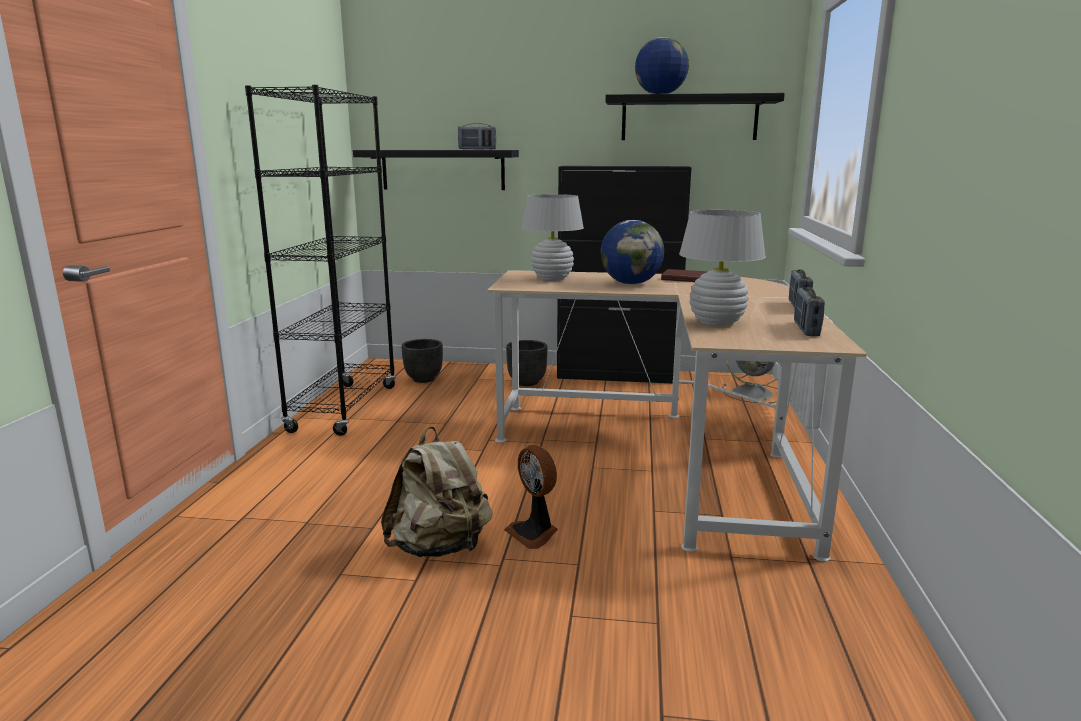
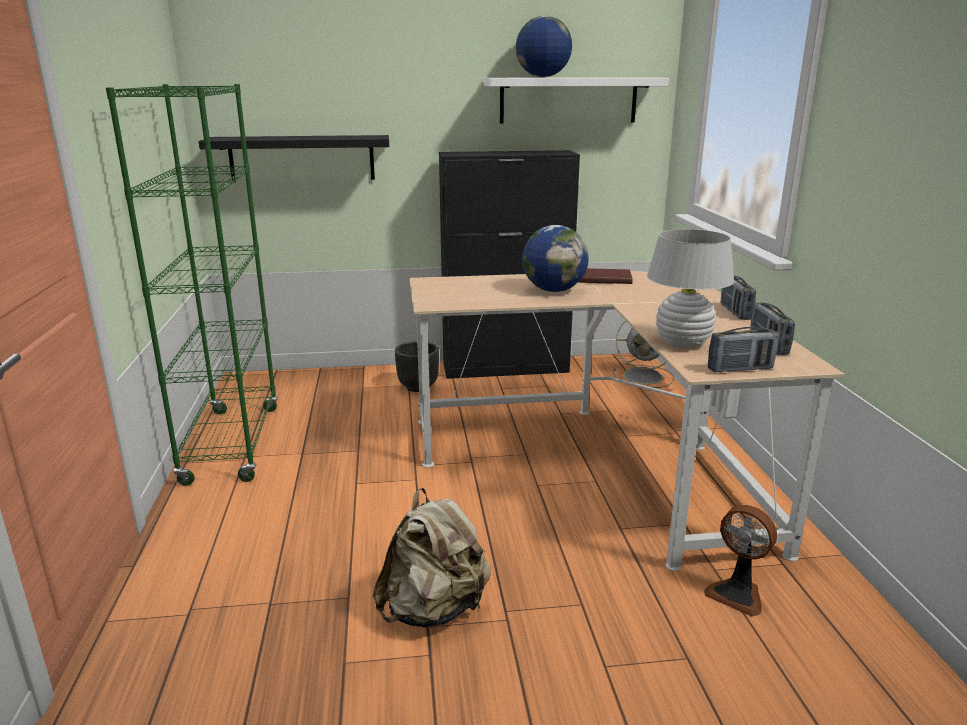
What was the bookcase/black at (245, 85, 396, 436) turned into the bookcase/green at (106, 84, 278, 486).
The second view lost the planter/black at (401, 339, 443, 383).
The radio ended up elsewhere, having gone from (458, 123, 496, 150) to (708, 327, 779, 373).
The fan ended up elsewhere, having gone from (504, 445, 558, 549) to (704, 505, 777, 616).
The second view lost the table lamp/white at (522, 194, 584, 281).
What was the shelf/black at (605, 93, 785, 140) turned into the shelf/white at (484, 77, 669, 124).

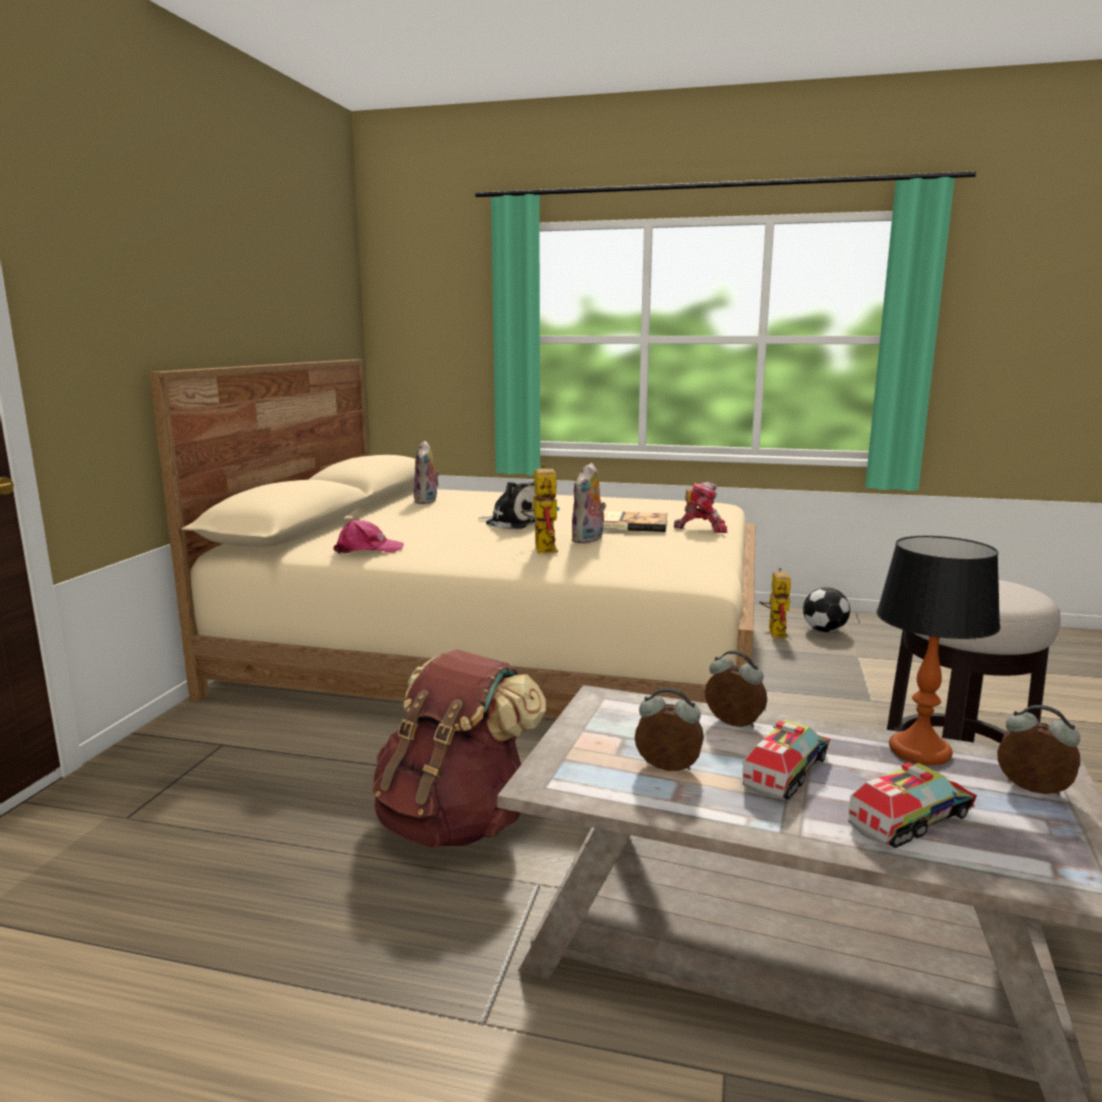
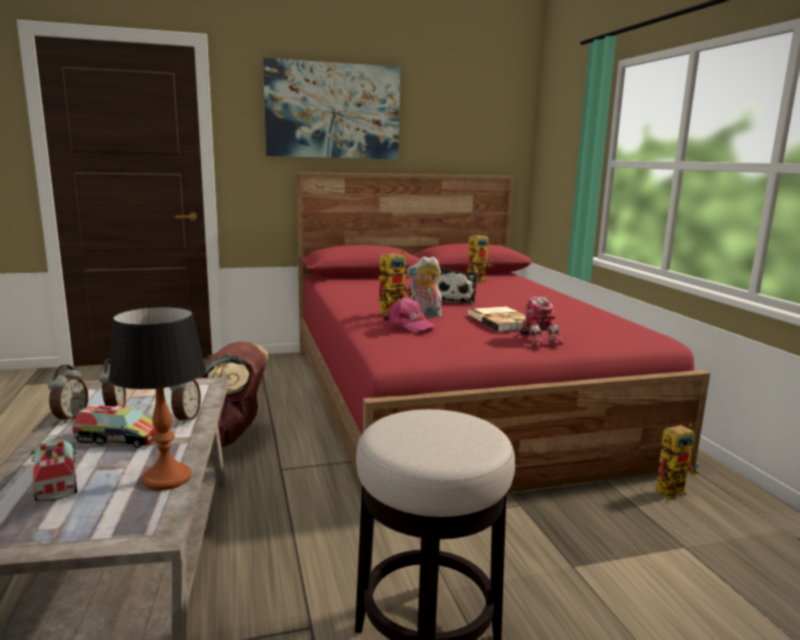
What was the bed/beige at (149, 359, 756, 718) turned into the bed/red at (296, 172, 710, 493).
The cap/pink ended up elsewhere, having gone from (333, 520, 404, 554) to (383, 297, 436, 332).
Where the plush toy stood at (413, 441, 440, 504), the toy robot came to stand at (467, 233, 493, 283).
The second view lost the football at (803, 587, 850, 632).
The toy truck at (848, 762, 977, 848) ended up facing another way, 150 degrees counterclockwise from before.
The alarm clock ended up elsewhere, having gone from (997, 705, 1080, 795) to (48, 365, 88, 424).
The second view gained the picture at (263, 58, 400, 159).

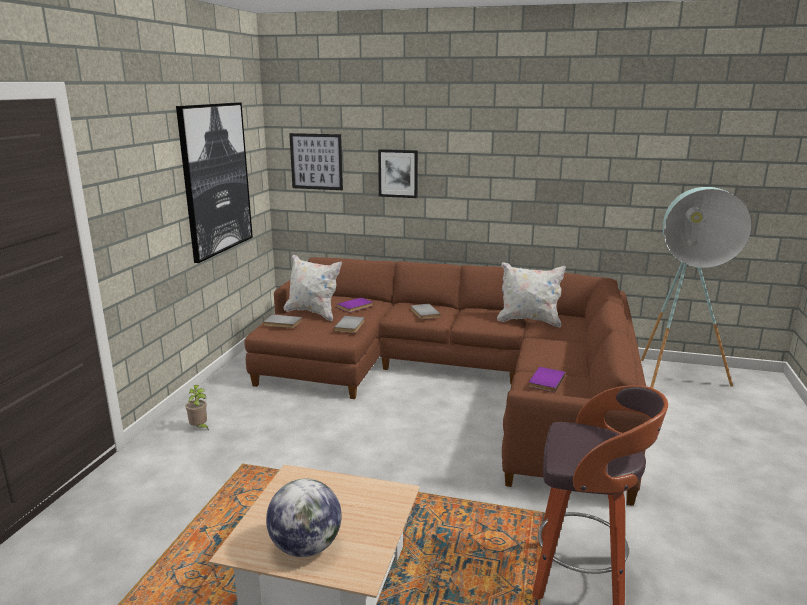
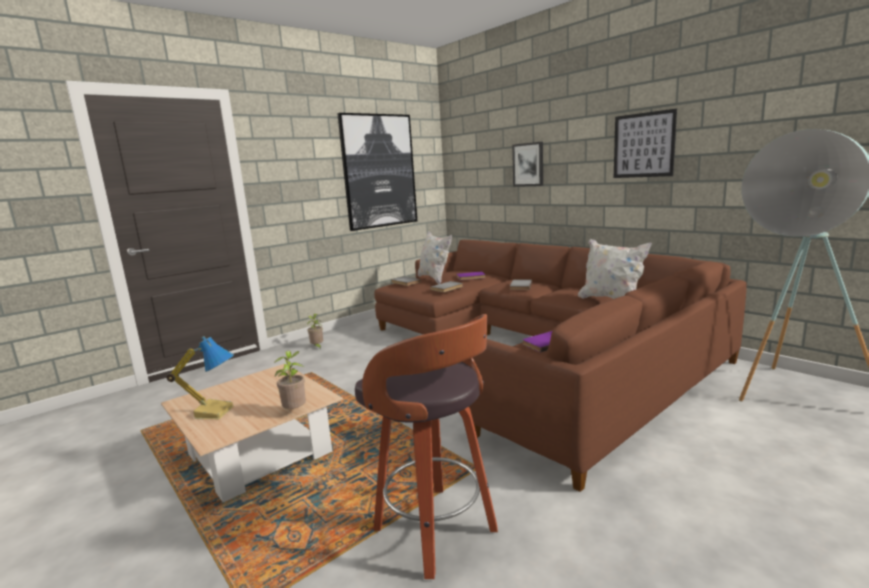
Where the globe stood at (266, 479, 342, 557), the table lamp came to stand at (166, 336, 234, 419).
The picture ended up elsewhere, having gone from (289, 133, 343, 190) to (614, 109, 677, 178).
The second view gained the potted plant at (274, 351, 306, 409).

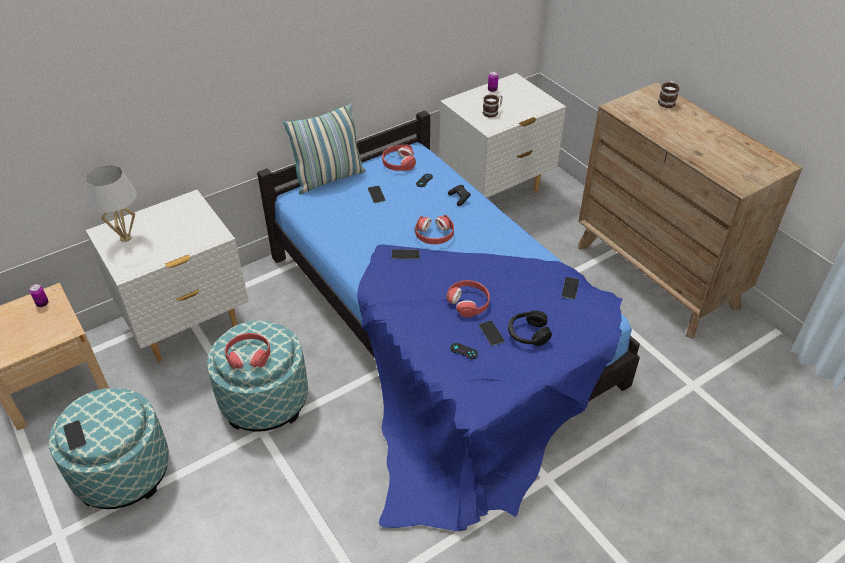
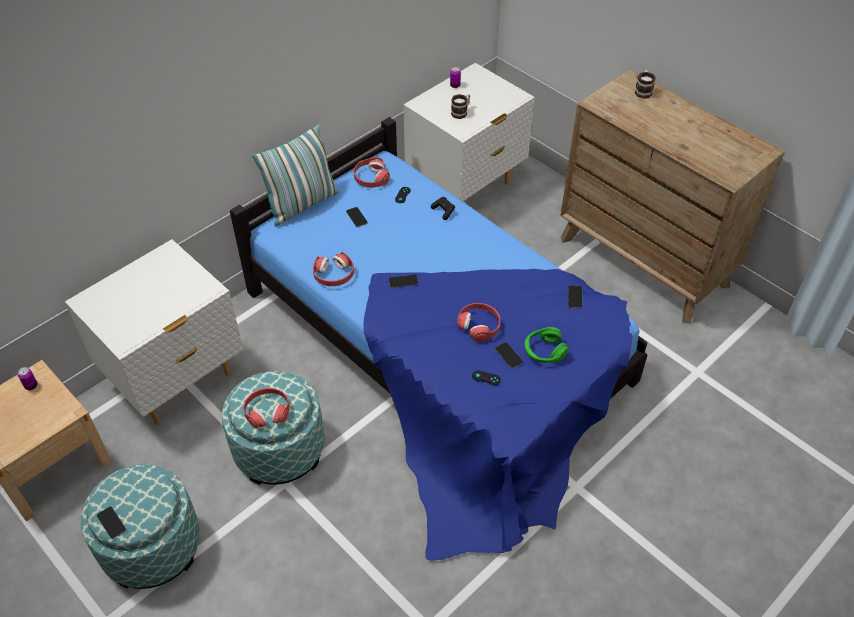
The second view lost the table lamp/white at (86, 165, 137, 242).
The headphones/red ended up elsewhere, having gone from (415, 215, 454, 244) to (313, 252, 354, 286).
What was the headphones/black at (508, 310, 552, 346) turned into the headphones/green at (524, 327, 569, 363).

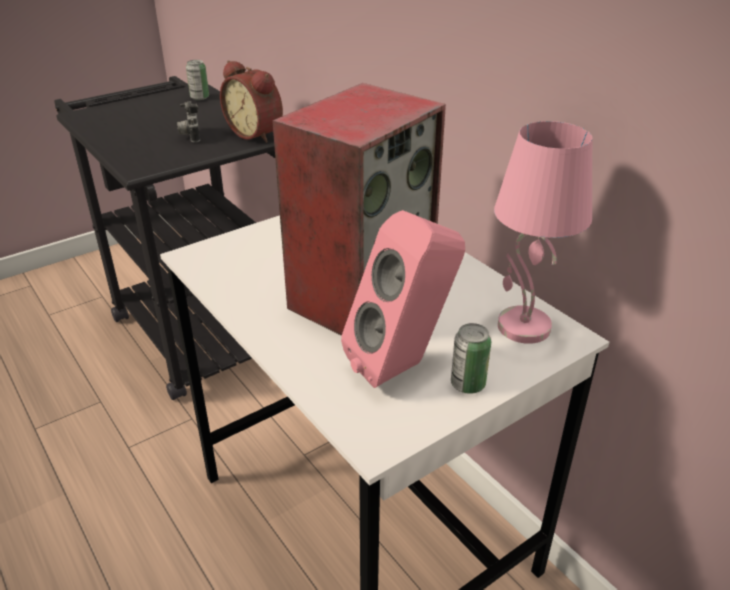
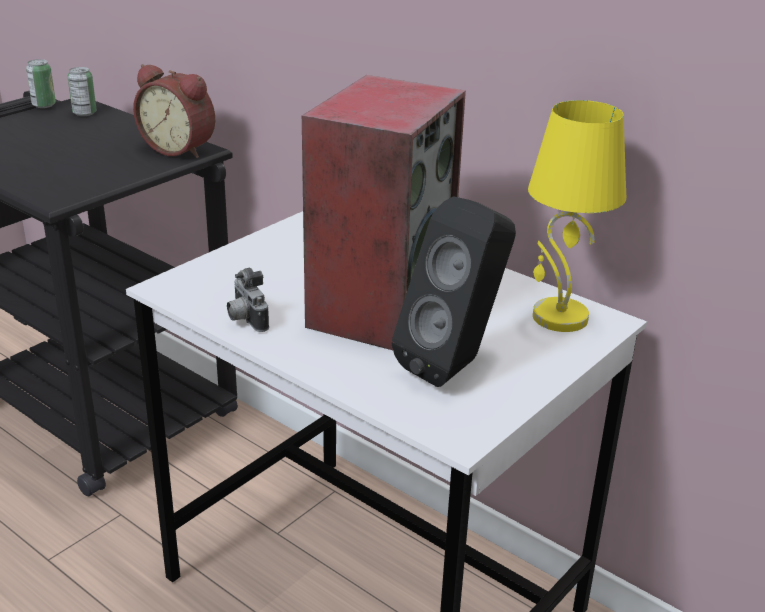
The photo camera ended up elsewhere, having gone from (177, 101, 200, 143) to (227, 268, 269, 332).
What was the speaker/pink at (341, 210, 465, 388) turned into the speaker/black at (392, 196, 516, 387).
The can ended up elsewhere, having gone from (451, 323, 491, 394) to (26, 59, 56, 108).
What was the table lamp/pink at (494, 121, 592, 344) turned into the table lamp/yellow at (528, 100, 626, 332).

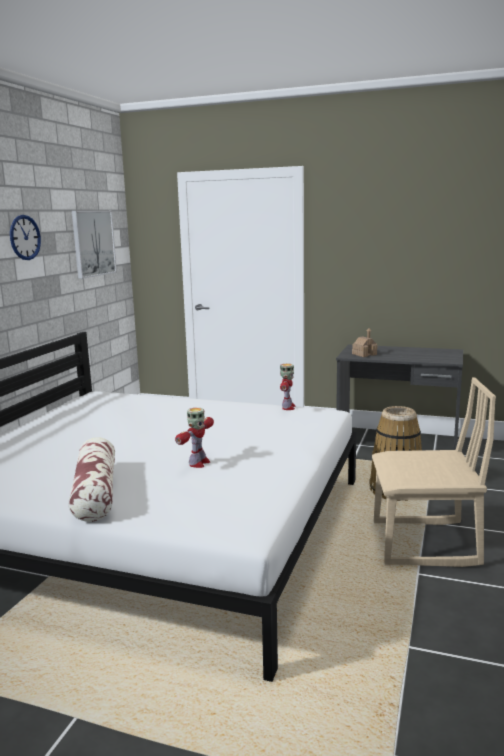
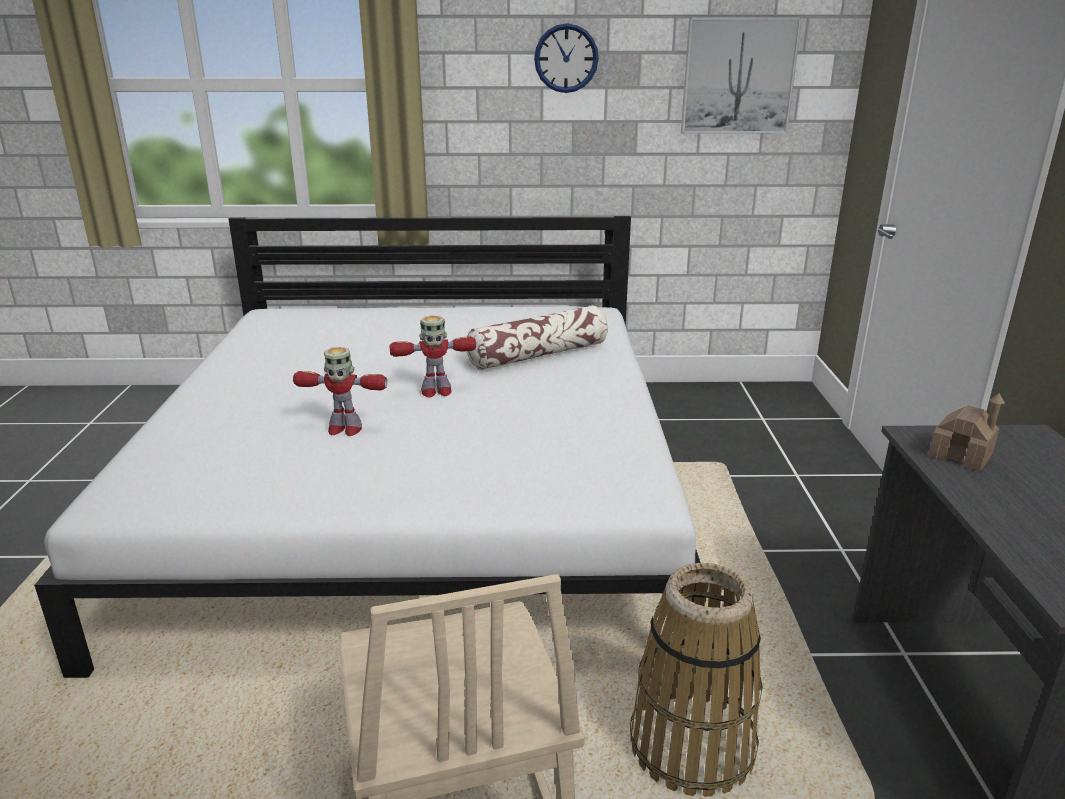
The pillow ended up elsewhere, having gone from (68, 437, 115, 522) to (467, 305, 608, 370).
The toy robot ended up elsewhere, having gone from (280, 363, 296, 410) to (389, 316, 476, 398).

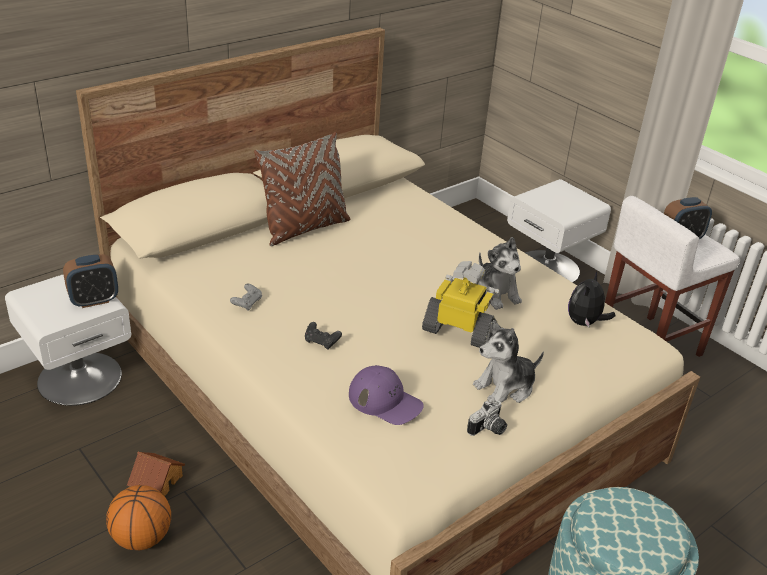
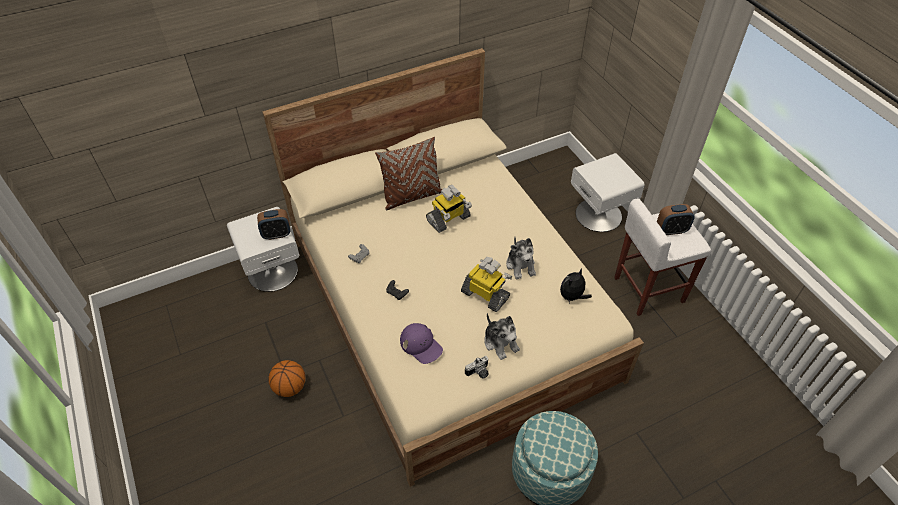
The second view lost the toy house at (127, 452, 185, 497).
The plush toy at (473, 320, 544, 403) ended up facing another way, 105 degrees counterclockwise from before.
The second view gained the toy robot at (426, 185, 472, 233).

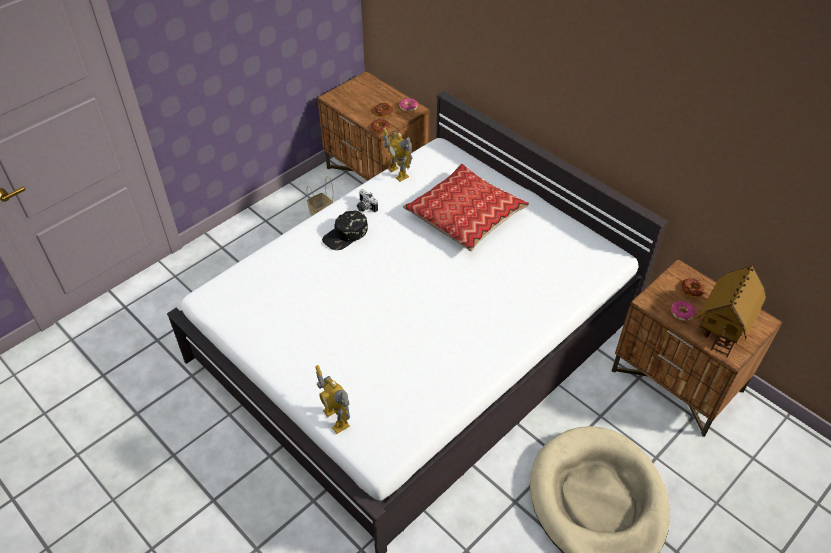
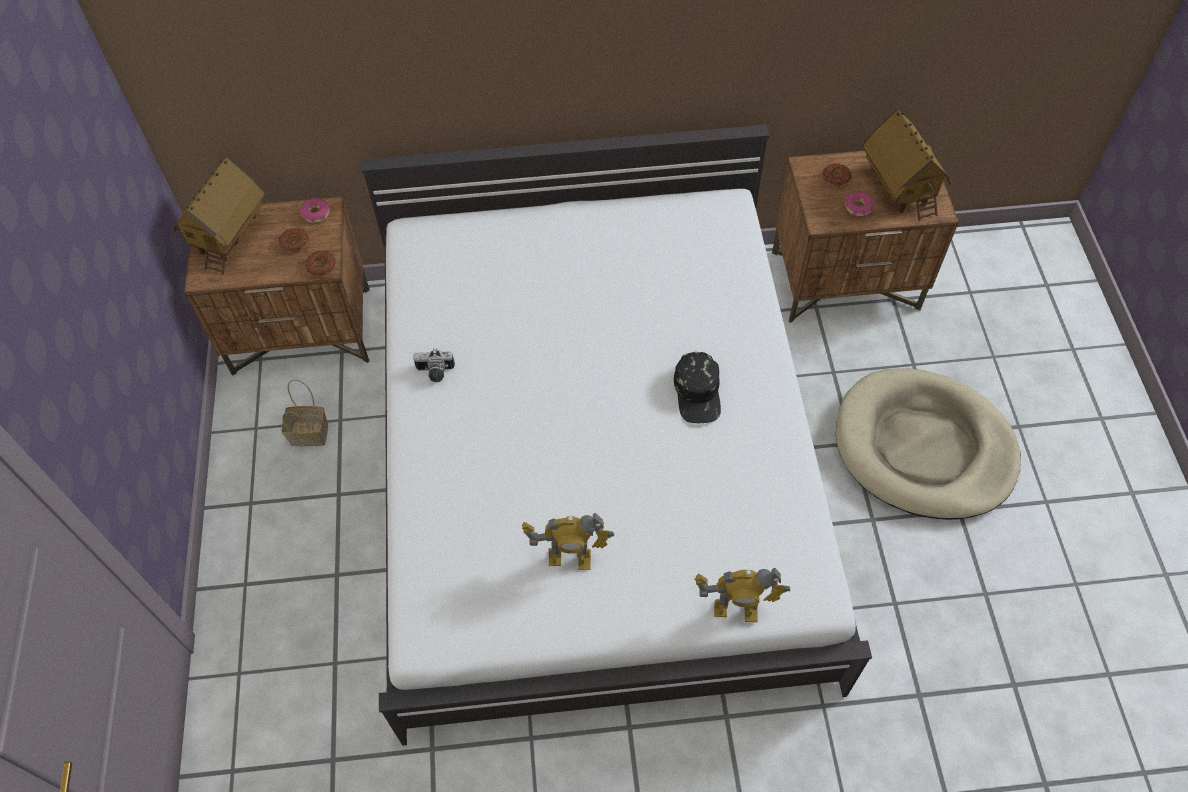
The cap/black ended up elsewhere, having gone from (322, 211, 368, 250) to (674, 352, 721, 423).
The toy robot ended up elsewhere, having gone from (383, 127, 413, 182) to (522, 513, 614, 570).
The second view lost the pillow at (403, 164, 530, 251).
The second view gained the toy house at (173, 156, 266, 275).

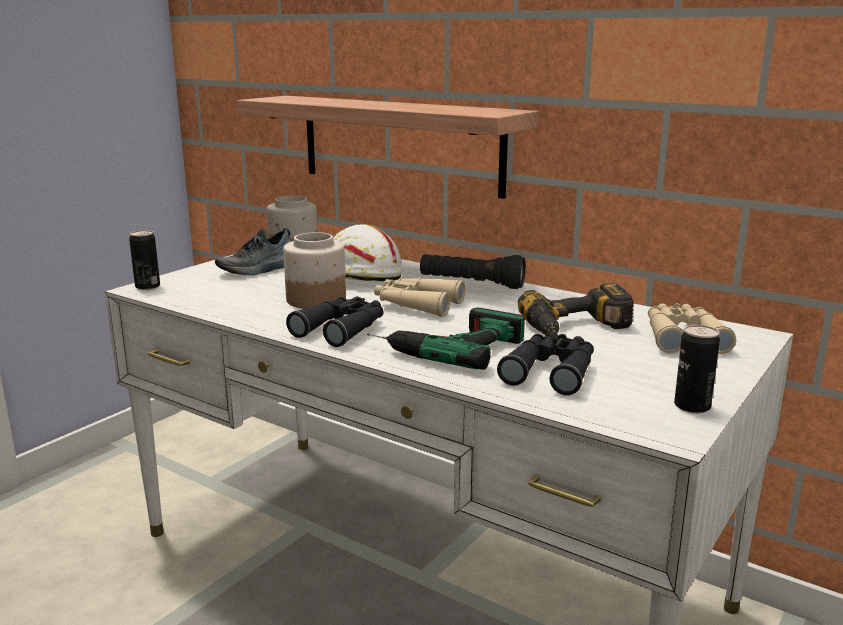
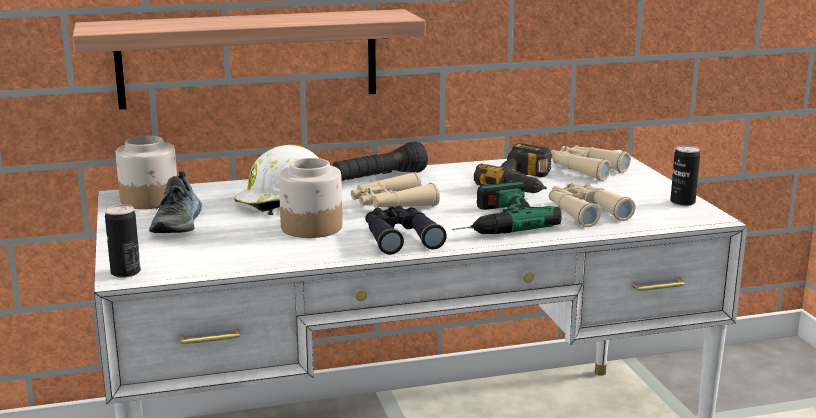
What was the binoculars/black at (497, 332, 594, 395) turned into the binoculars/beige at (549, 183, 635, 227).

